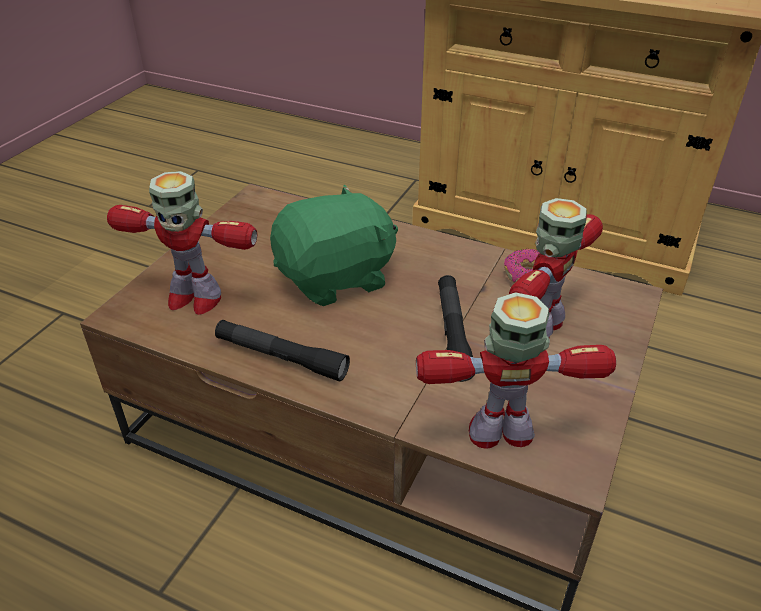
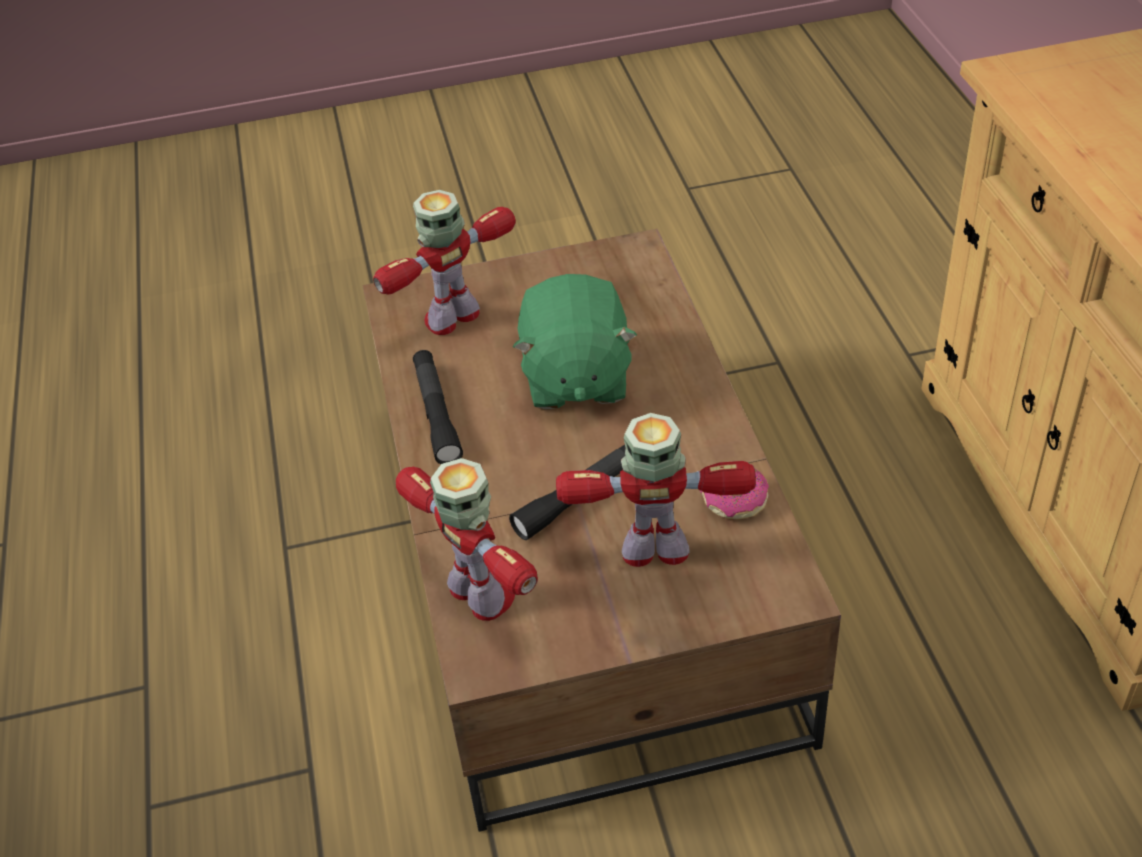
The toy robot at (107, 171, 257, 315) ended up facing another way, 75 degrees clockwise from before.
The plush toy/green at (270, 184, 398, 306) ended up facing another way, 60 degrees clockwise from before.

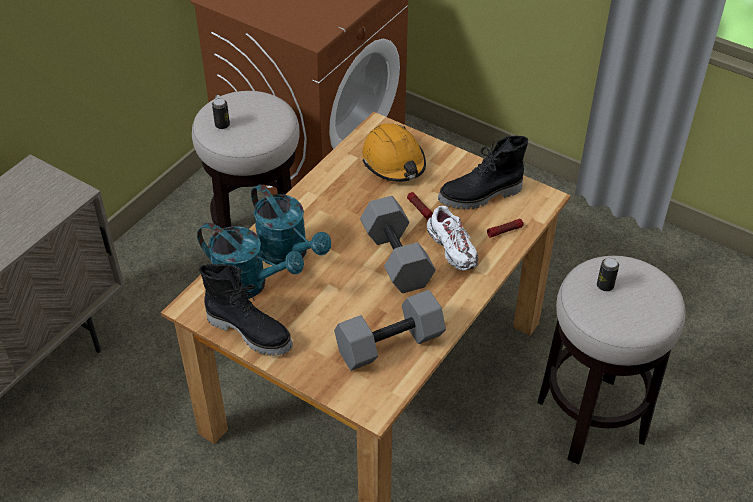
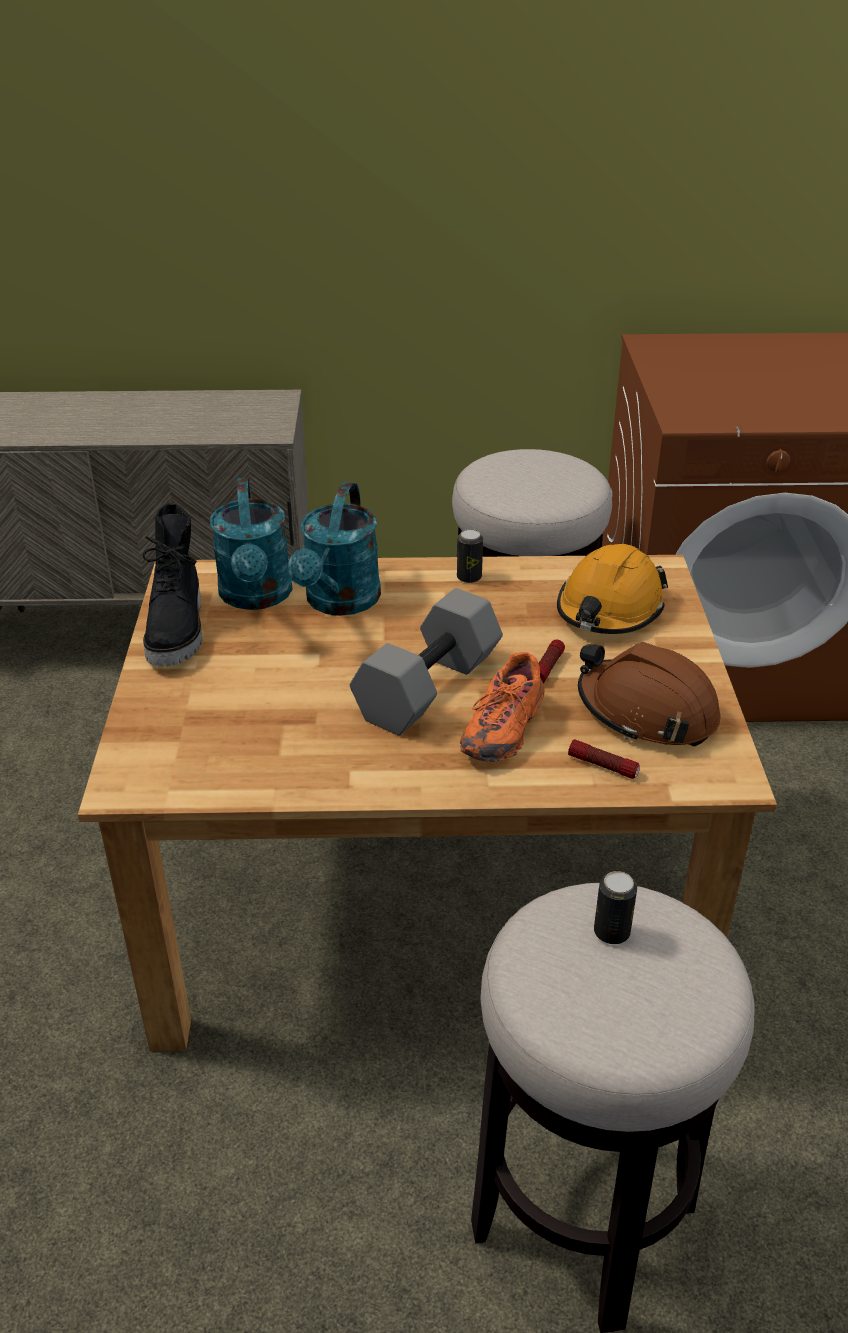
The can ended up elsewhere, having gone from (212, 98, 230, 129) to (457, 529, 483, 583).
The second view lost the dumbbell/grey at (334, 290, 446, 371).
What was the shoe/white at (427, 206, 478, 271) turned into the shoe/orange at (460, 652, 545, 762).
Where the boot/black stood at (438, 136, 528, 209), the hard hat/brown came to stand at (578, 642, 720, 746).

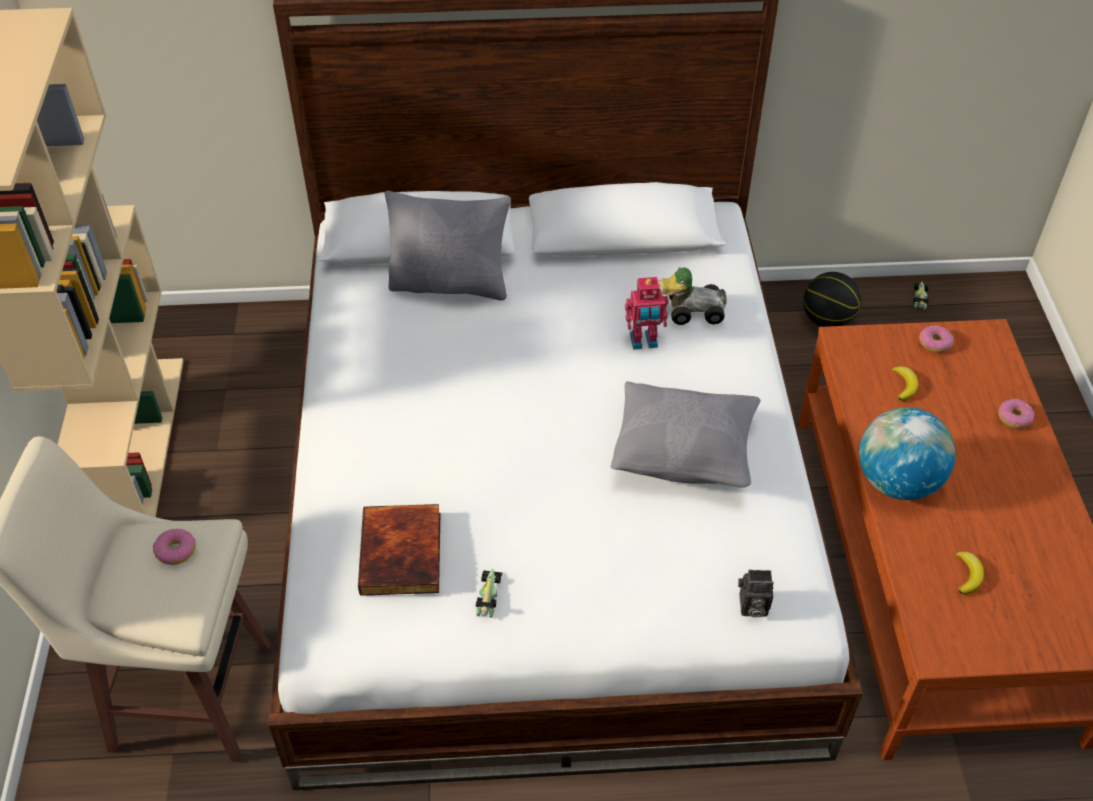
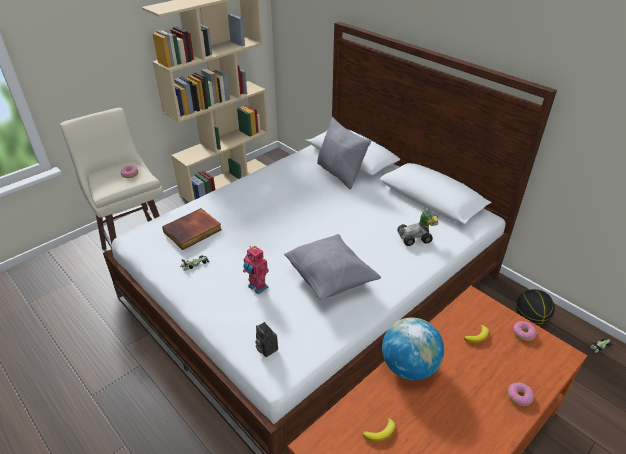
The toy robot ended up elsewhere, having gone from (625, 277, 669, 350) to (243, 246, 269, 295).
The toy car at (659, 267, 727, 325) ended up facing another way, 120 degrees clockwise from before.

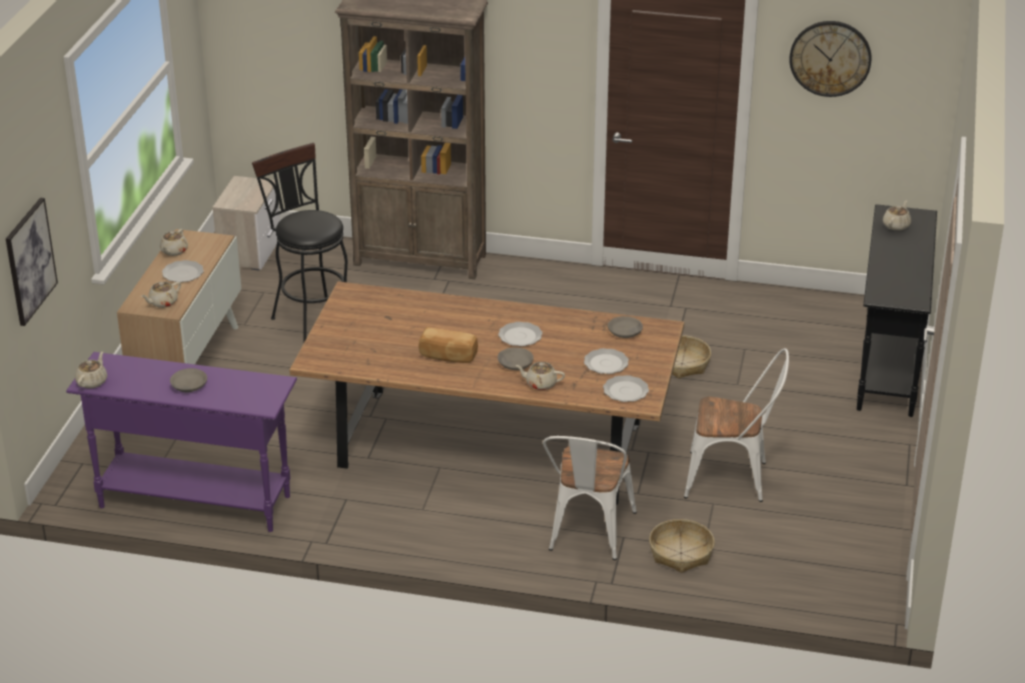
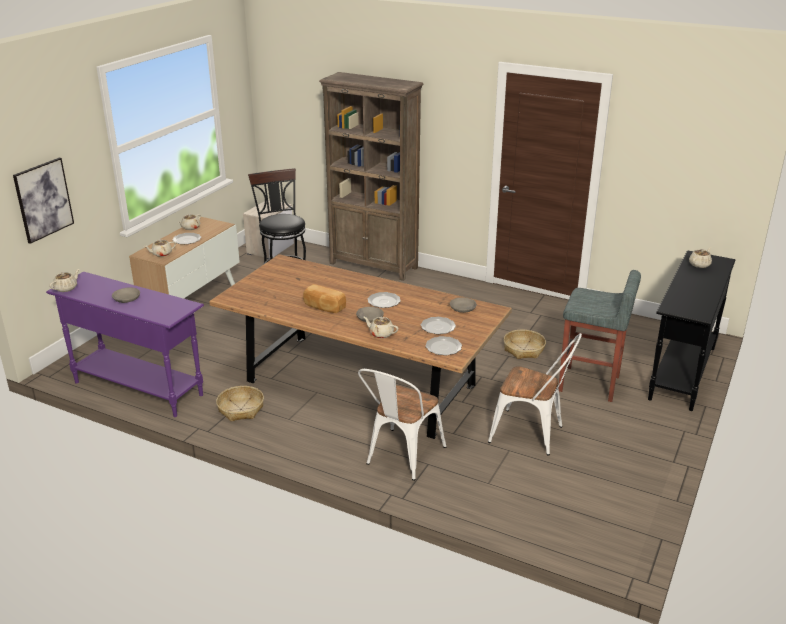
The basket ended up elsewhere, having gone from (649, 519, 715, 573) to (216, 386, 264, 421).
The second view lost the wall clock at (789, 21, 871, 97).
The second view gained the stool/grey at (559, 270, 641, 402).

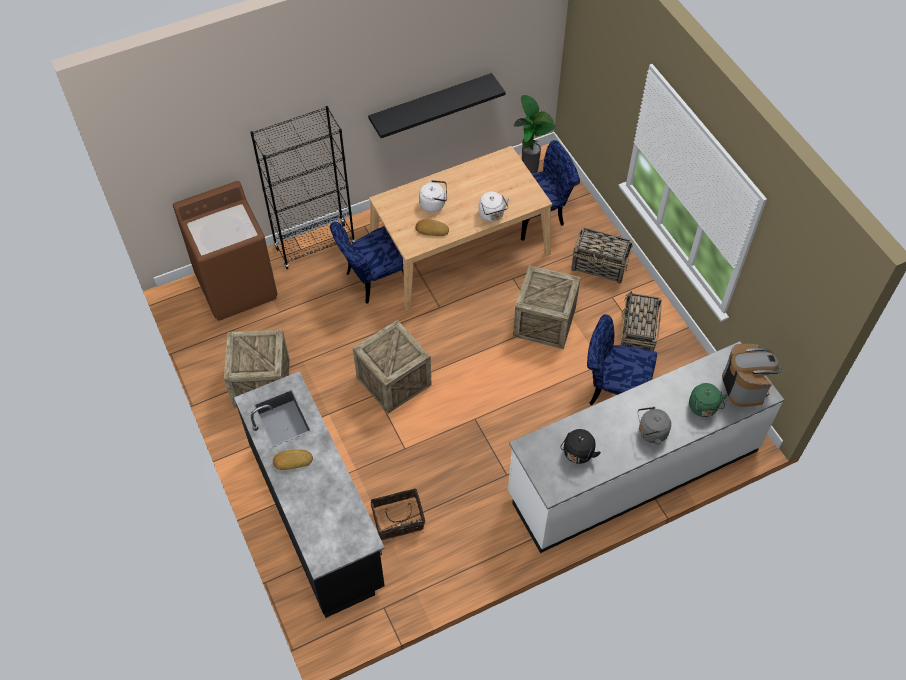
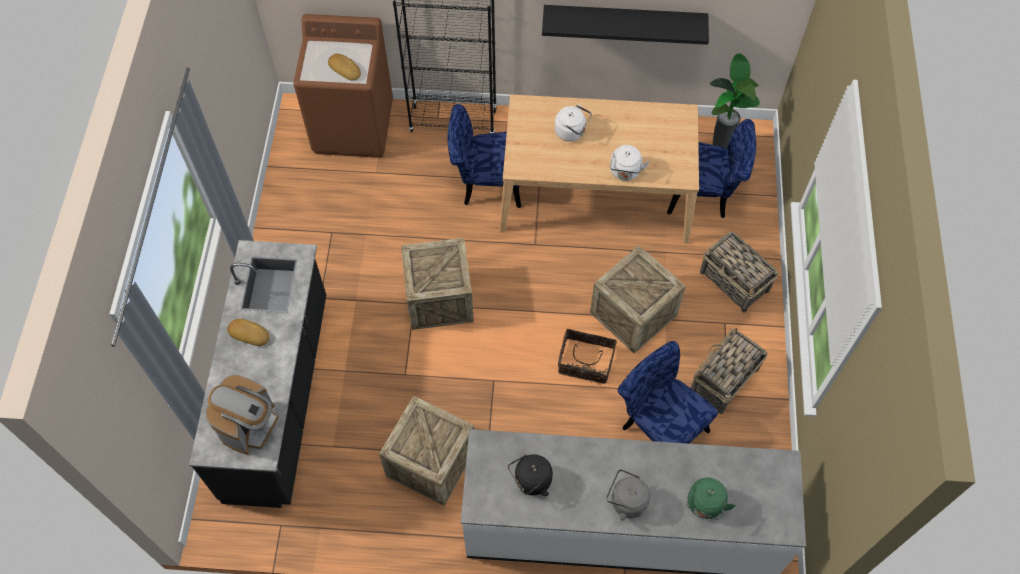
The crate ended up elsewhere, having gone from (224, 330, 290, 408) to (379, 396, 474, 506).
The basket ended up elsewhere, having gone from (371, 488, 425, 540) to (558, 329, 617, 386).
The bread ended up elsewhere, having gone from (415, 220, 449, 236) to (328, 54, 361, 80).
The coffee machine ended up elsewhere, having gone from (722, 344, 781, 407) to (205, 375, 279, 455).

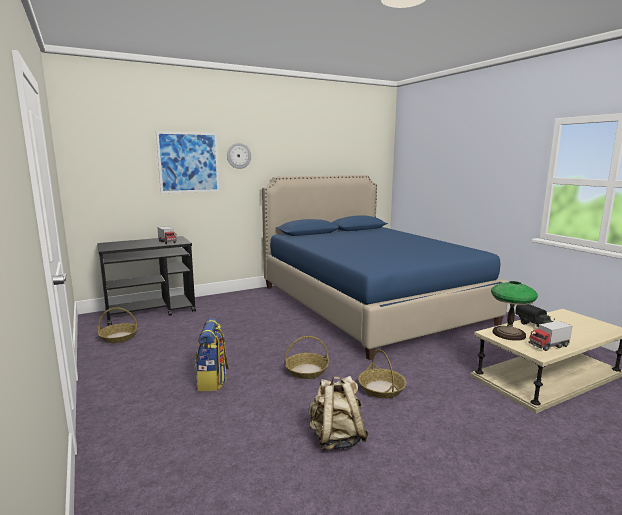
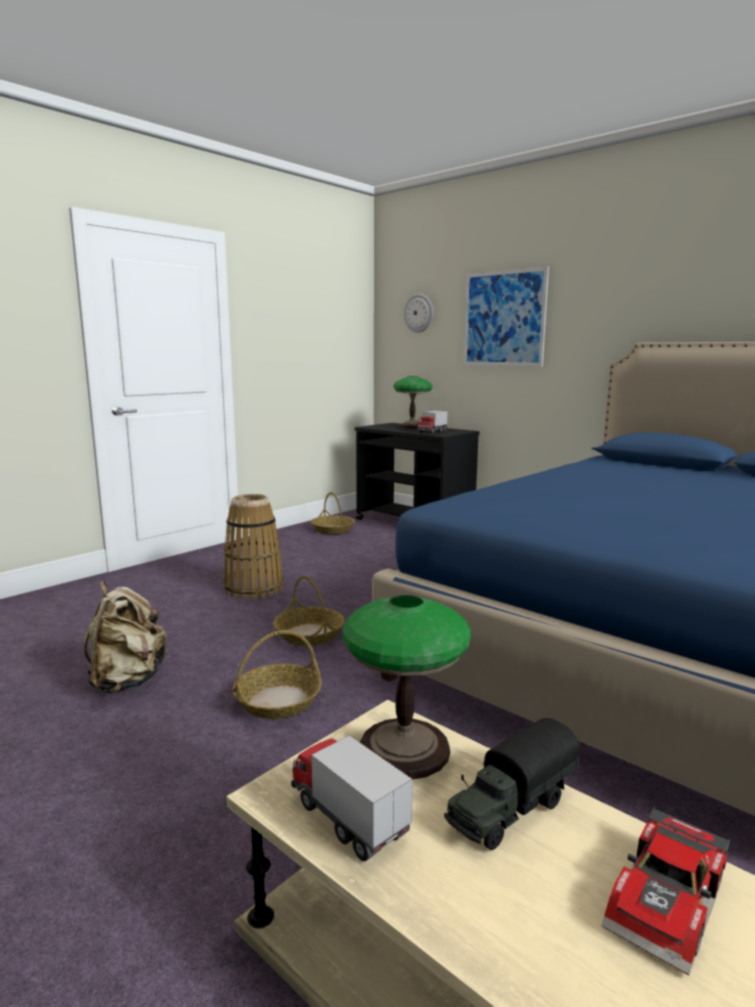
Where the backpack stood at (195, 318, 229, 391), the basket came to stand at (224, 494, 284, 600).
The wall clock ended up elsewhere, having gone from (227, 143, 251, 169) to (404, 294, 433, 333).
The second view gained the table lamp at (394, 376, 433, 429).
The second view gained the toy car at (601, 807, 730, 976).

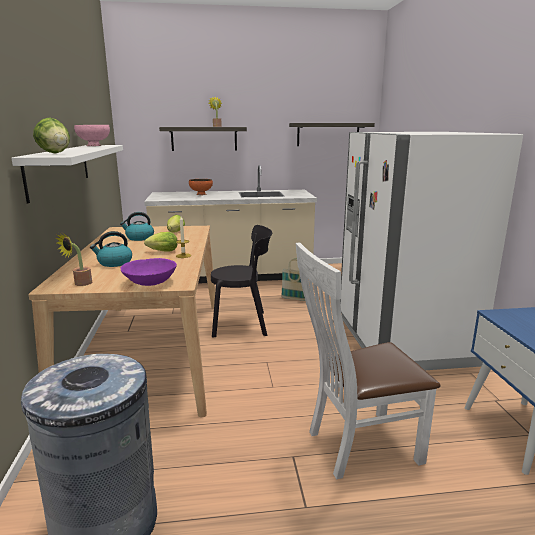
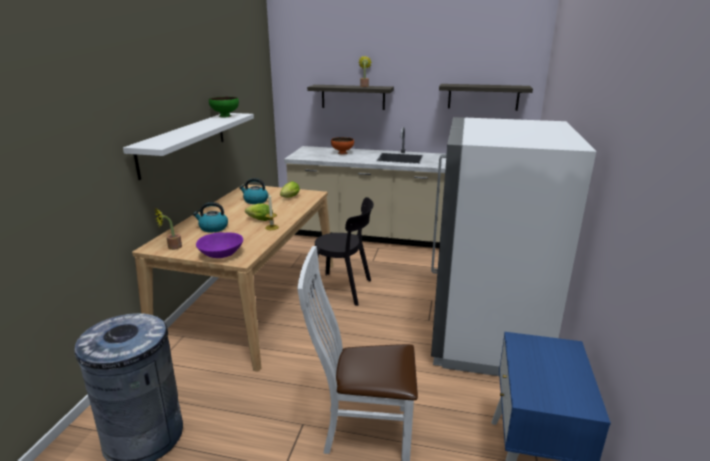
The second view lost the lettuce at (33, 117, 70, 153).
What was the bowl/pink at (74, 125, 110, 146) turned into the bowl/green at (209, 96, 239, 117).
The second view lost the basket at (281, 258, 305, 301).

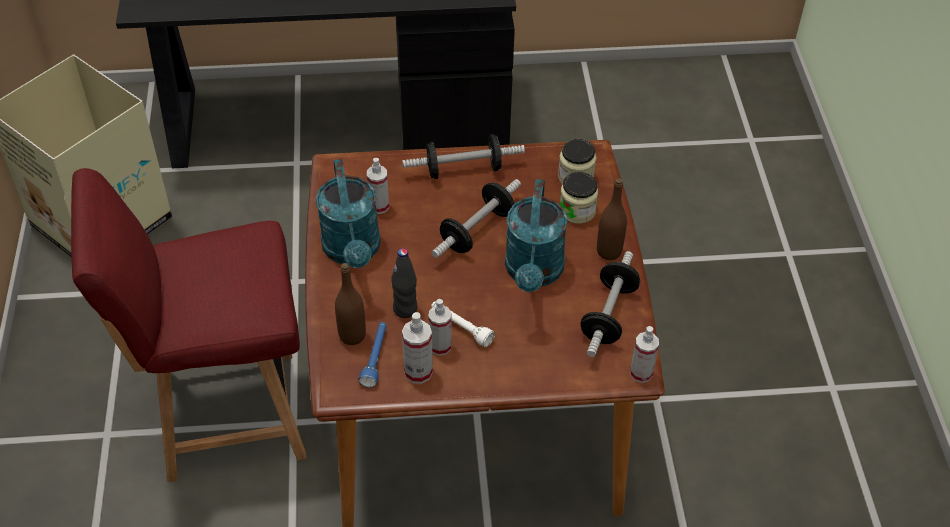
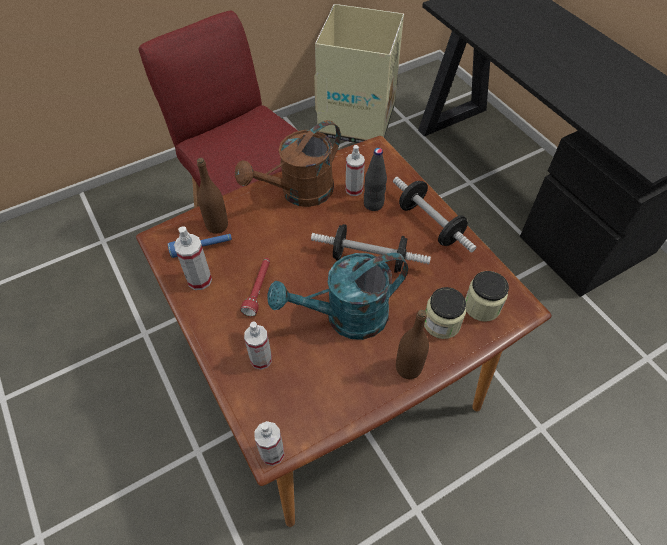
What was the watering can/turquoise at (316, 159, 381, 268) turned into the watering can/brown at (235, 120, 341, 207).
The bottle/black ended up elsewhere, having gone from (391, 248, 418, 318) to (364, 148, 387, 211).
The spray bottle ended up elsewhere, having gone from (428, 299, 452, 356) to (244, 321, 272, 370).
What was the flashlight/white at (431, 301, 495, 347) turned into the flashlight/red at (240, 258, 270, 317).
The second view lost the dumbbell at (580, 251, 640, 357).

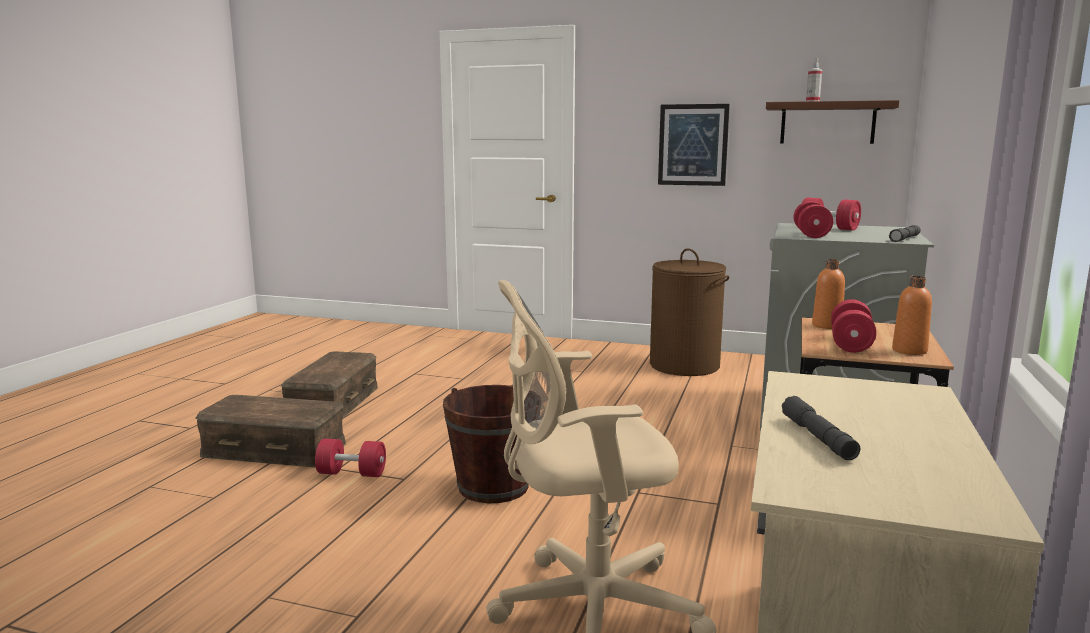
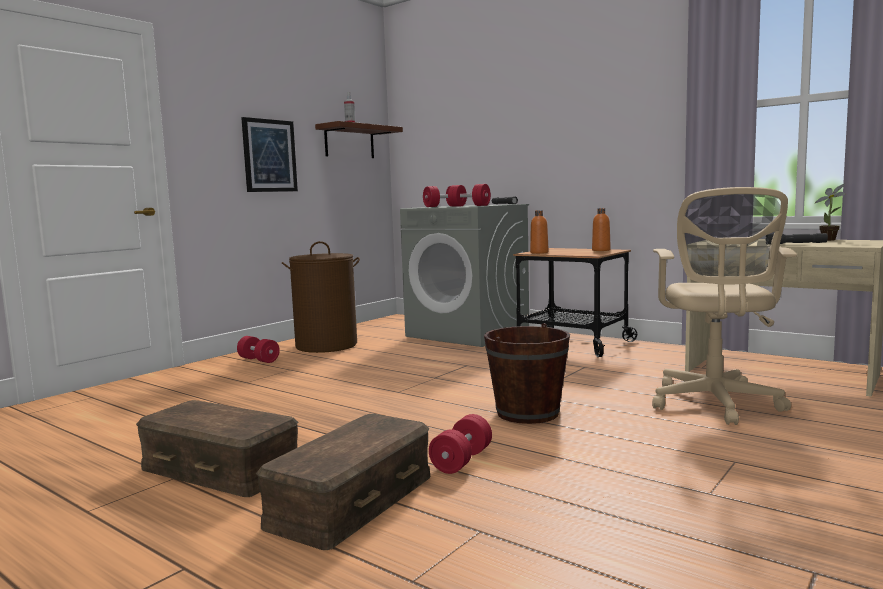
The dumbbell/red ended up elsewhere, having gone from (831, 299, 876, 353) to (237, 336, 280, 363).
The second view gained the potted plant at (815, 183, 846, 241).

